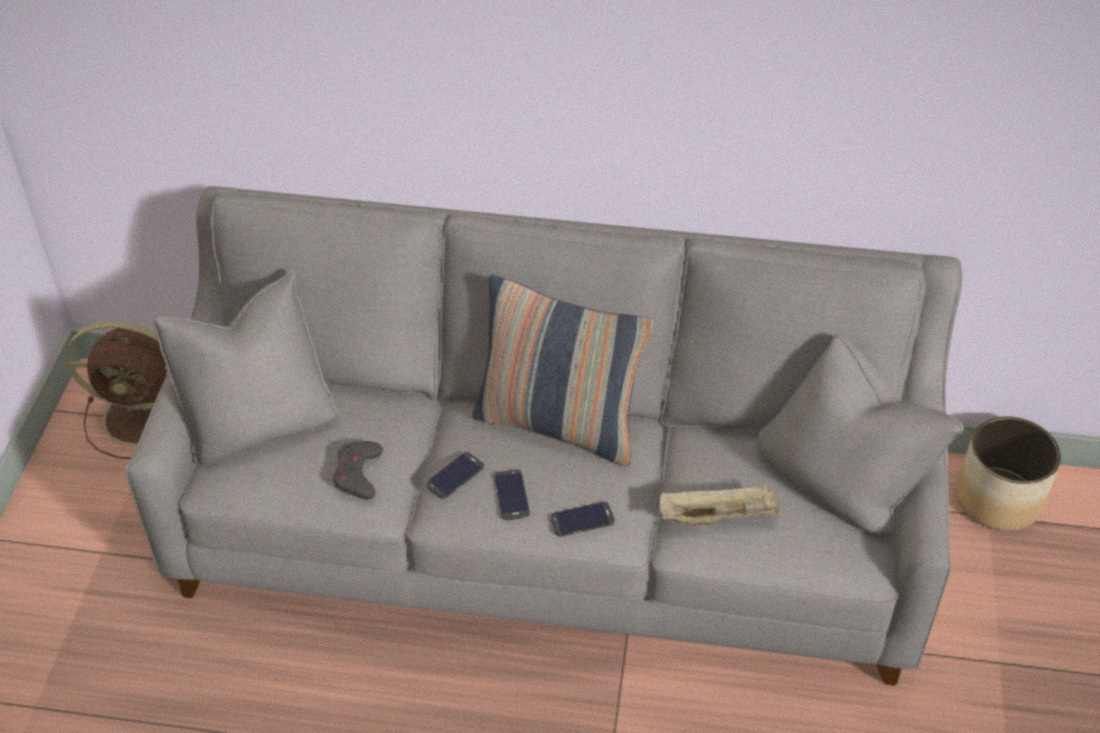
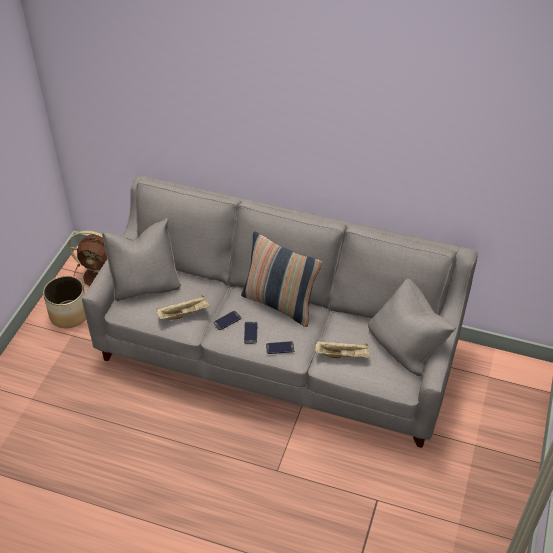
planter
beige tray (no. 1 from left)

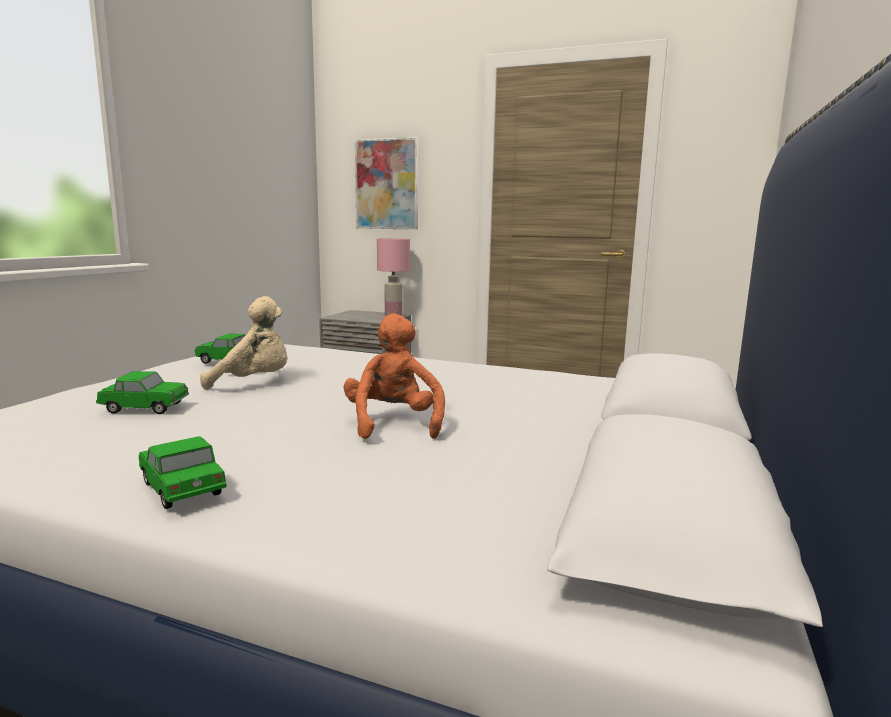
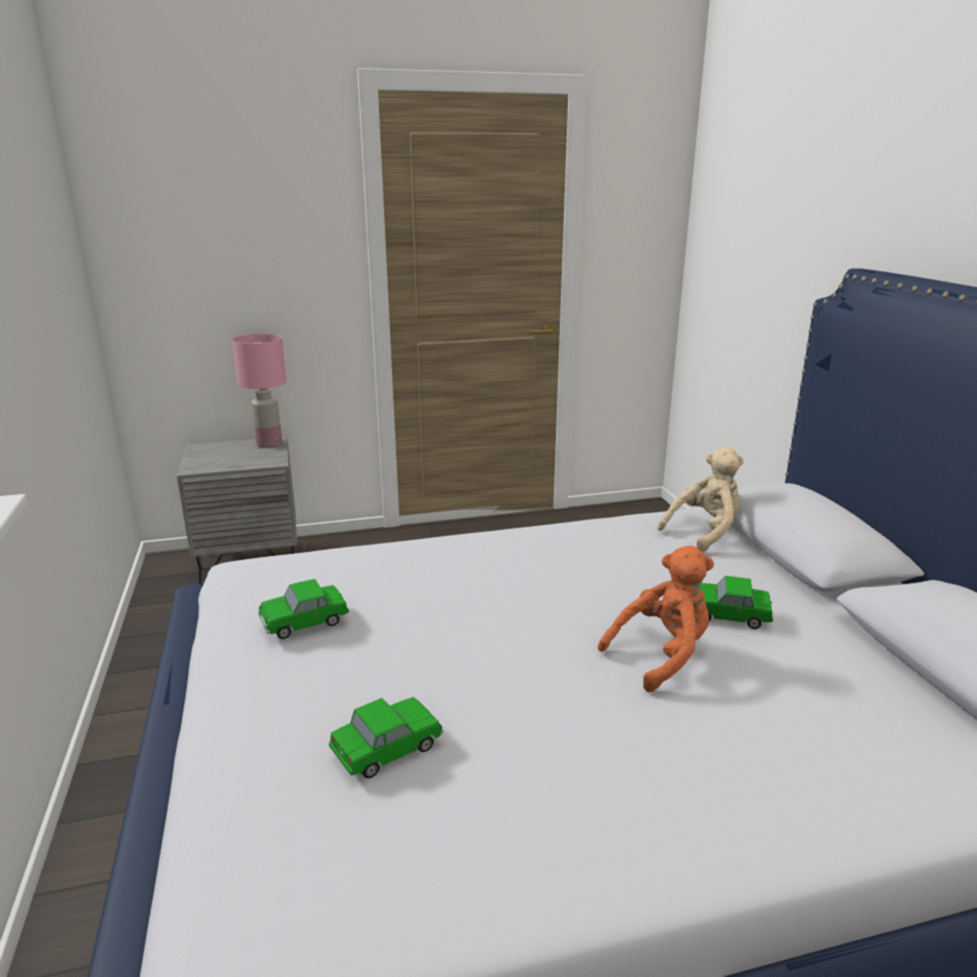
picture
toy car (no. 3 from left)
beige plush toy
orange plush toy

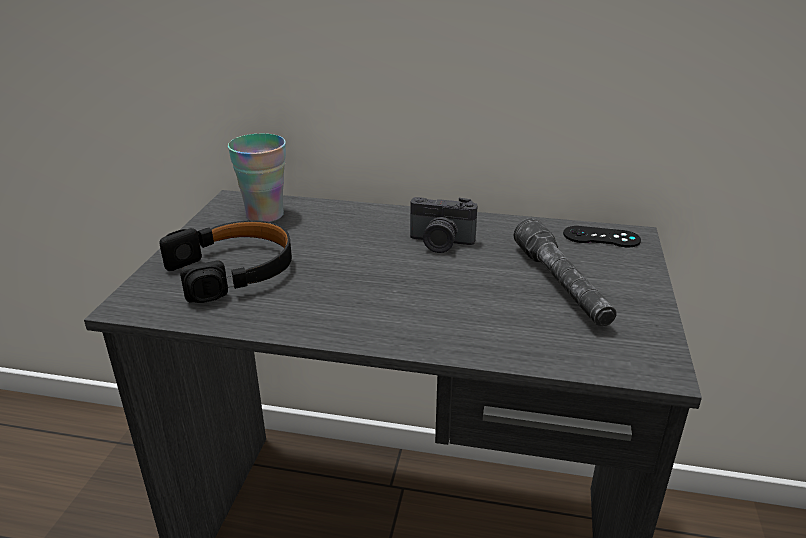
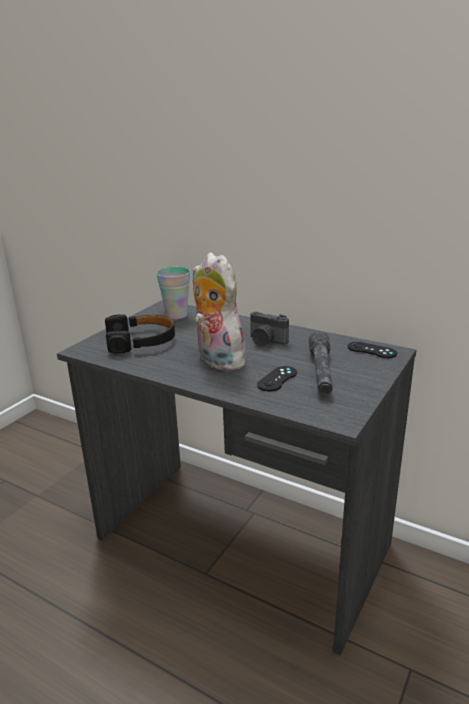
plush toy
black game controller (no. 1 from left)

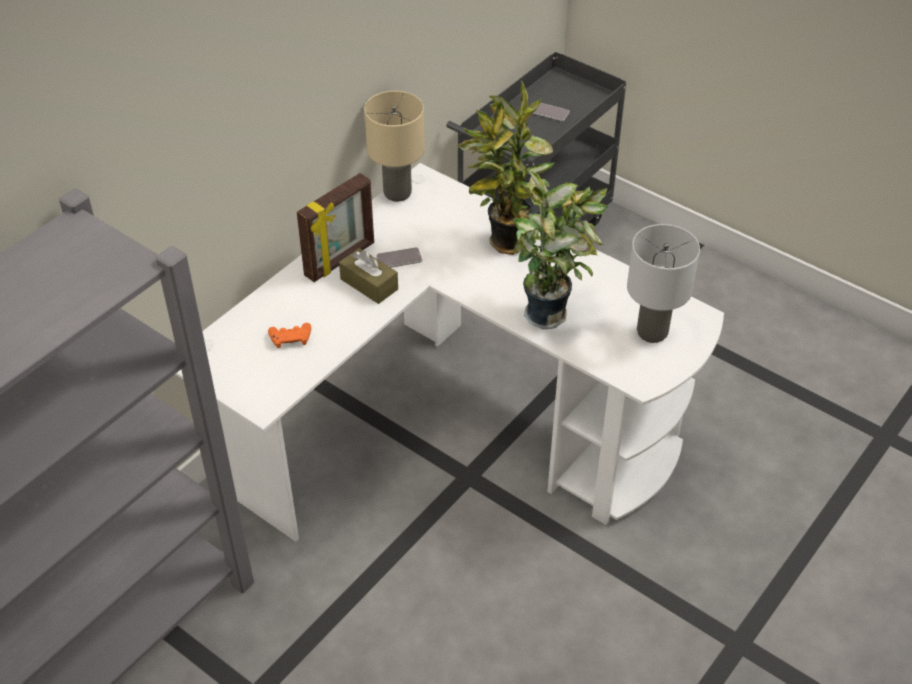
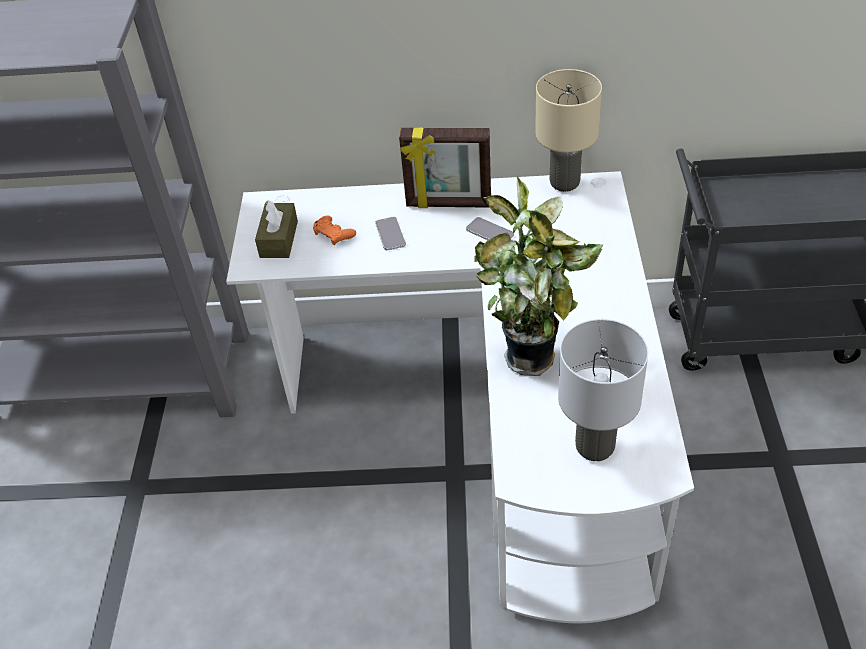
potted plant (no. 1 from left in the first image)
brown tissue box
phone (no. 1 from left)

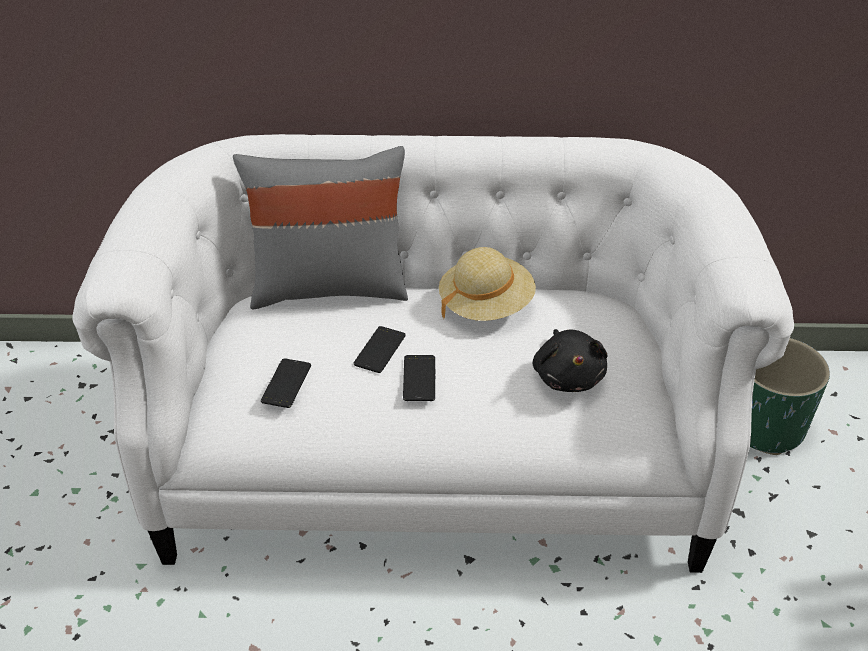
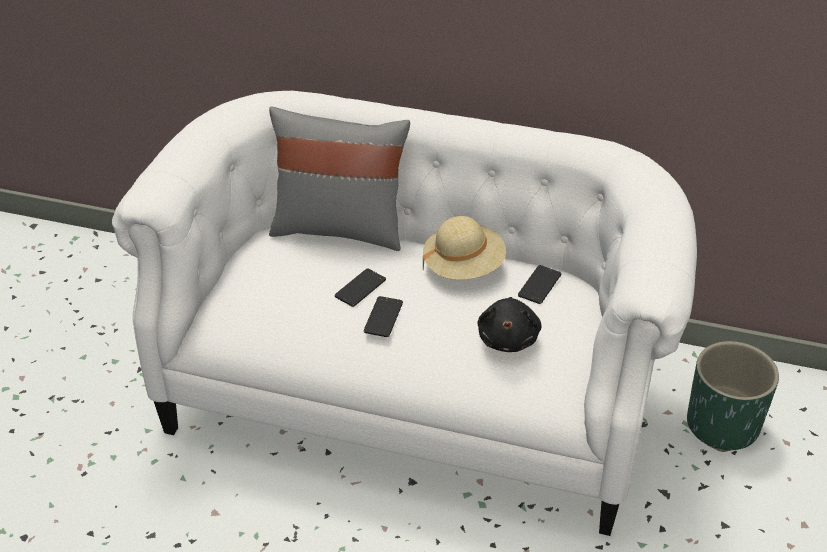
phone (no. 3 from left)

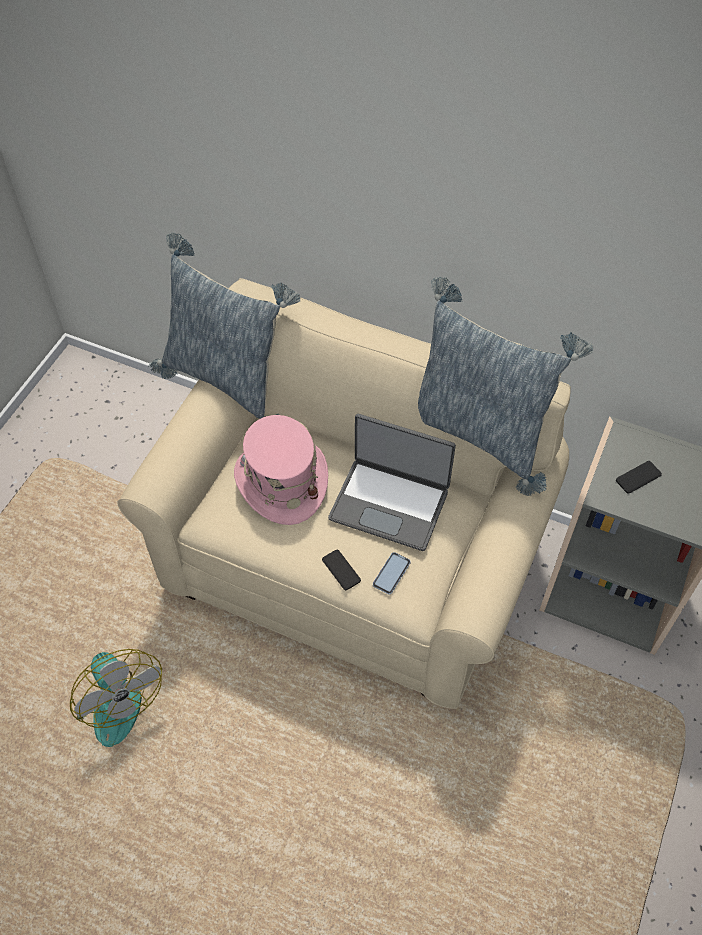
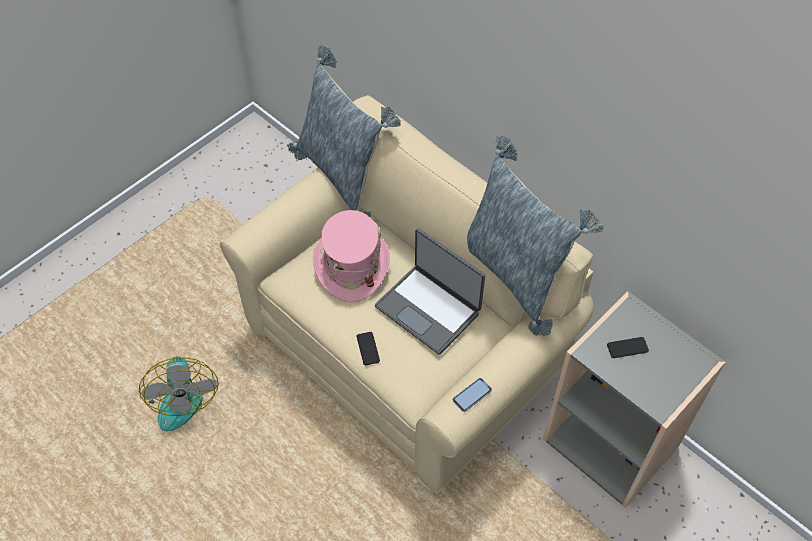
phone (no. 2 from left)

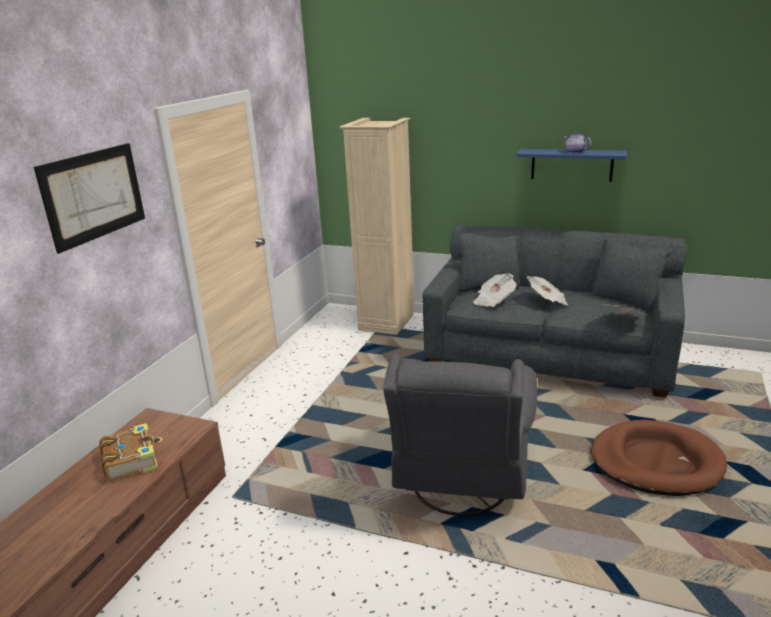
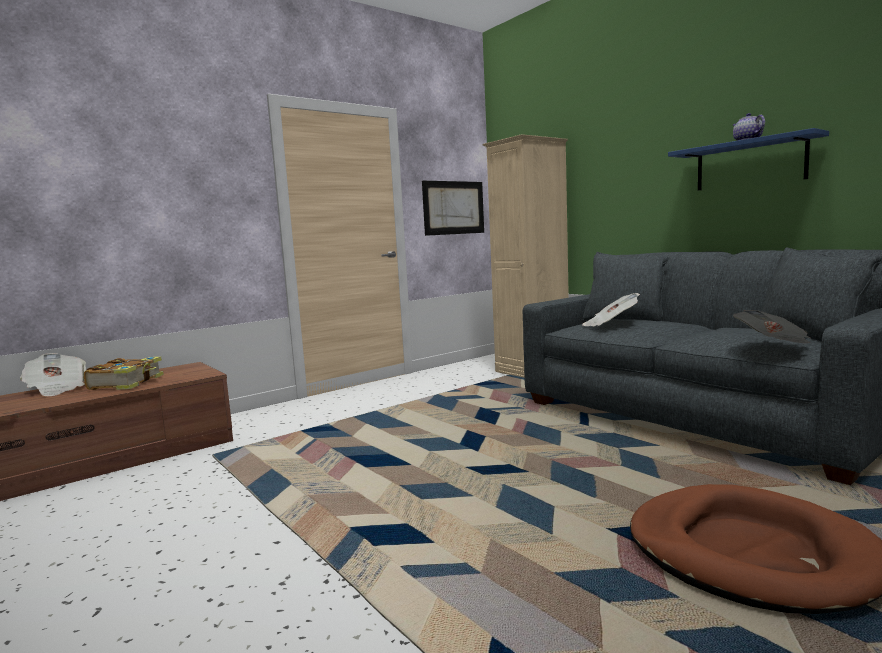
grey armchair
picture
newspaper (no. 1 from left)

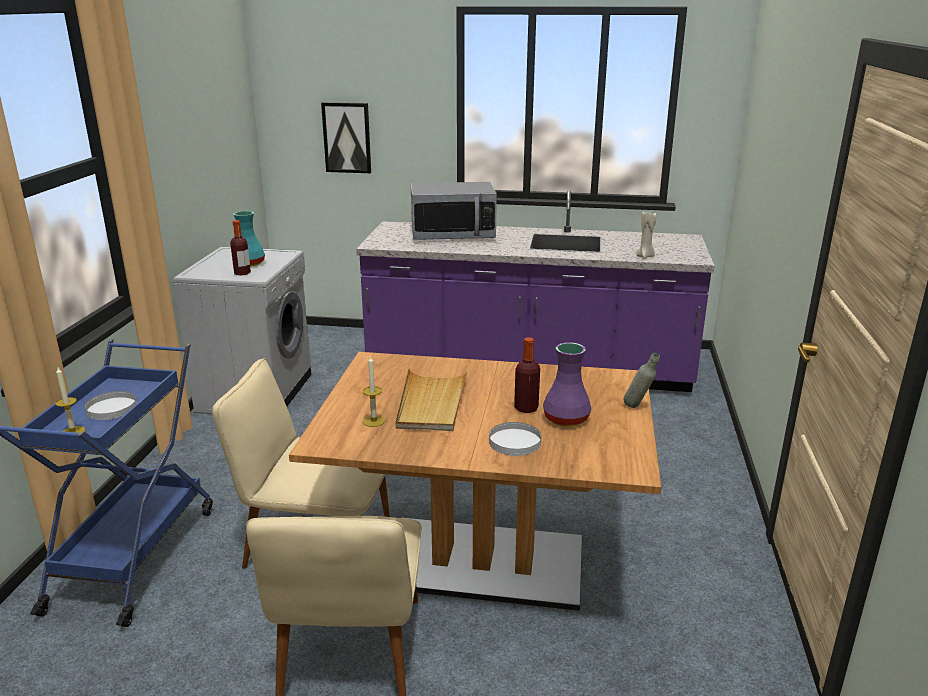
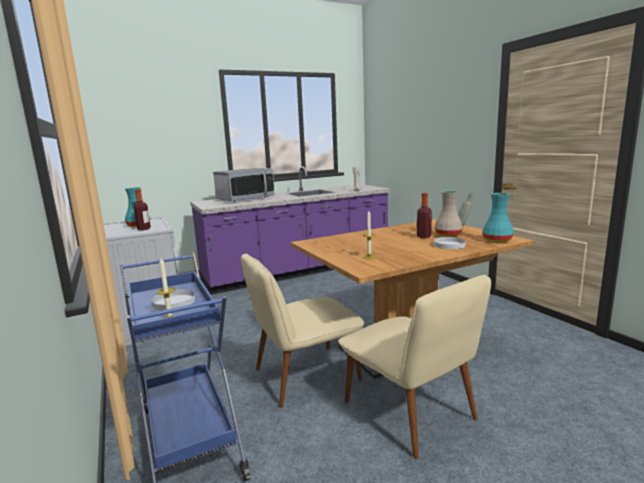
picture
beige tray
turquoise vase (no. 2 from left)
beige vase

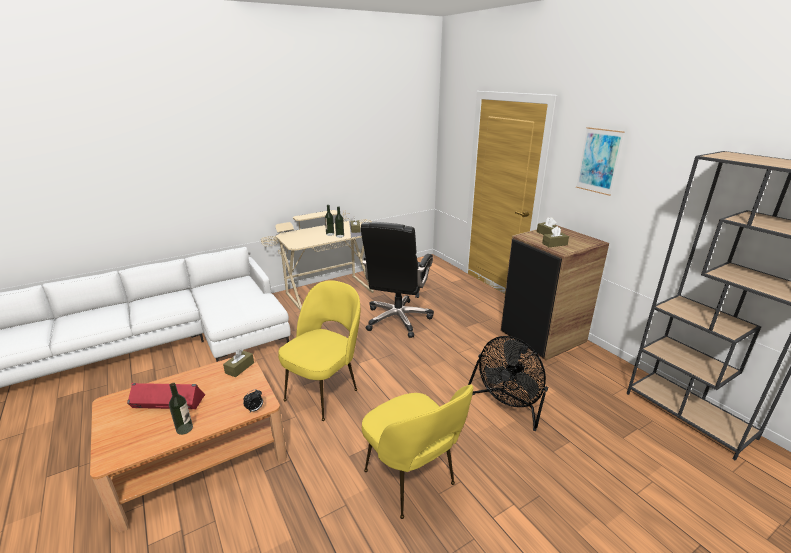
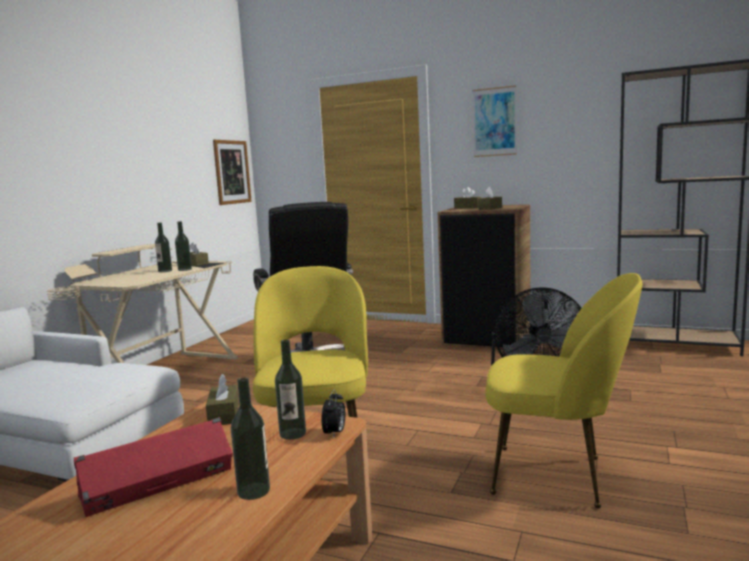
picture (no. 1 from left)
bottle (no. 4 from left)

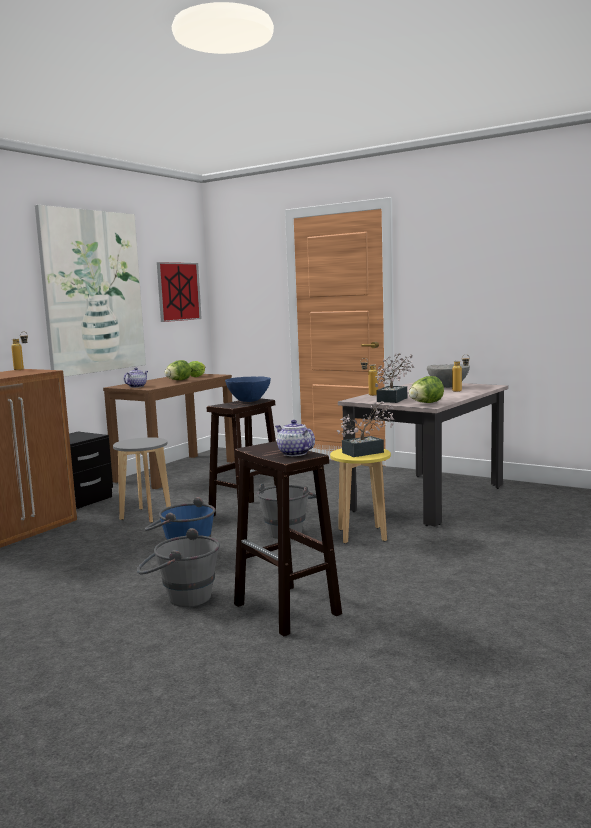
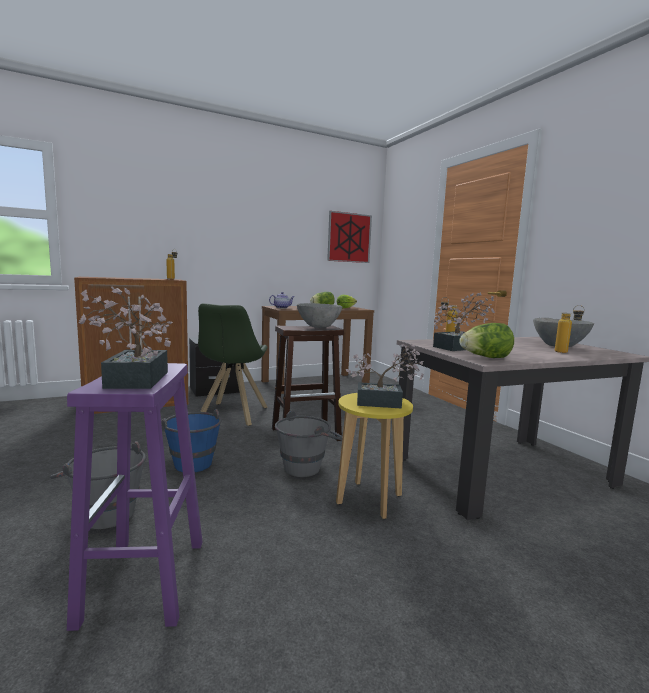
picture (no. 1 from left in the first image)
green chair
potted plant (no. 1 from left)
grey bowl (no. 1 from left)
purple stool

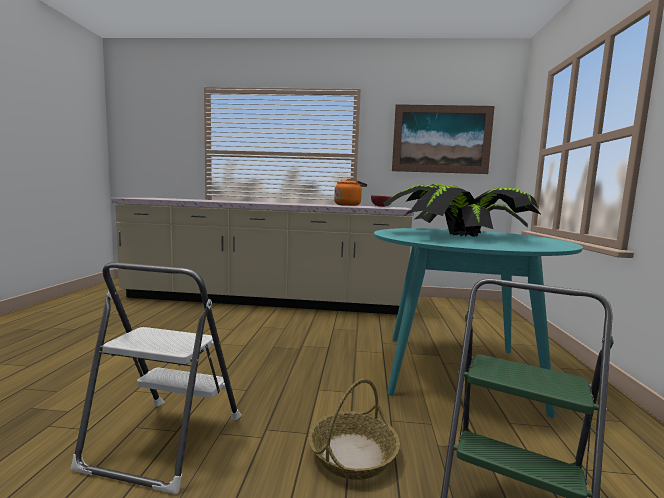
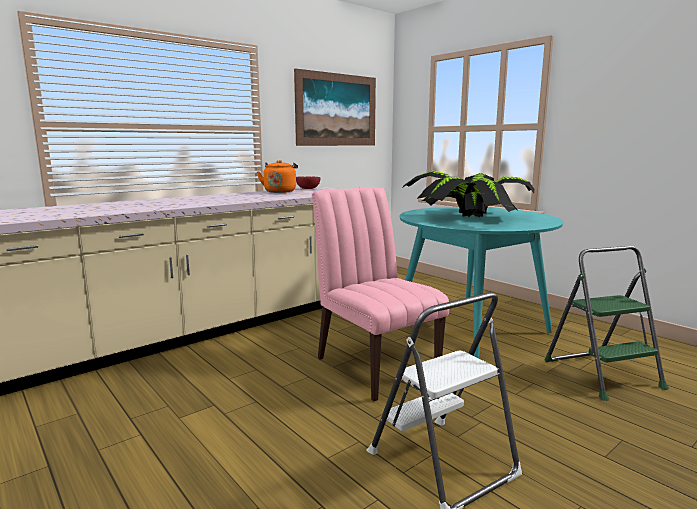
basket
pink chair

